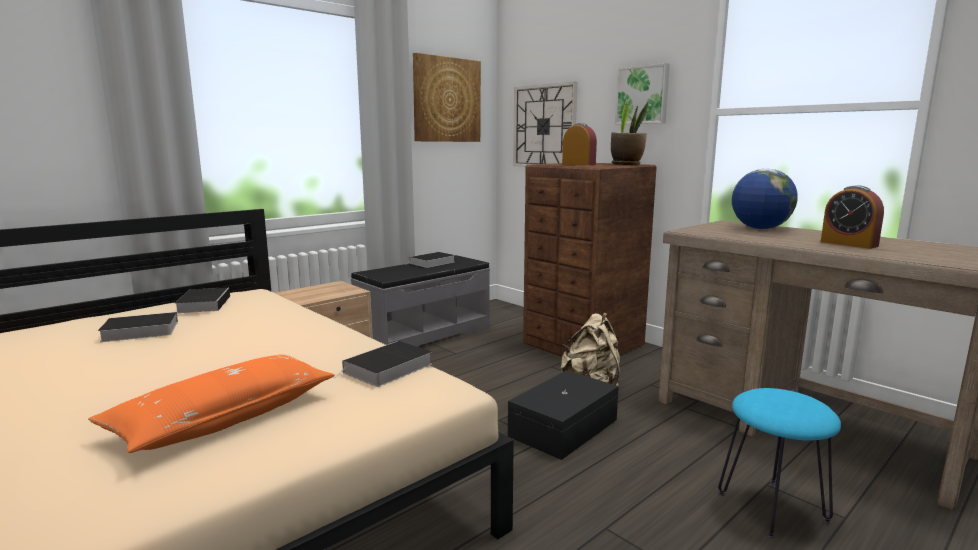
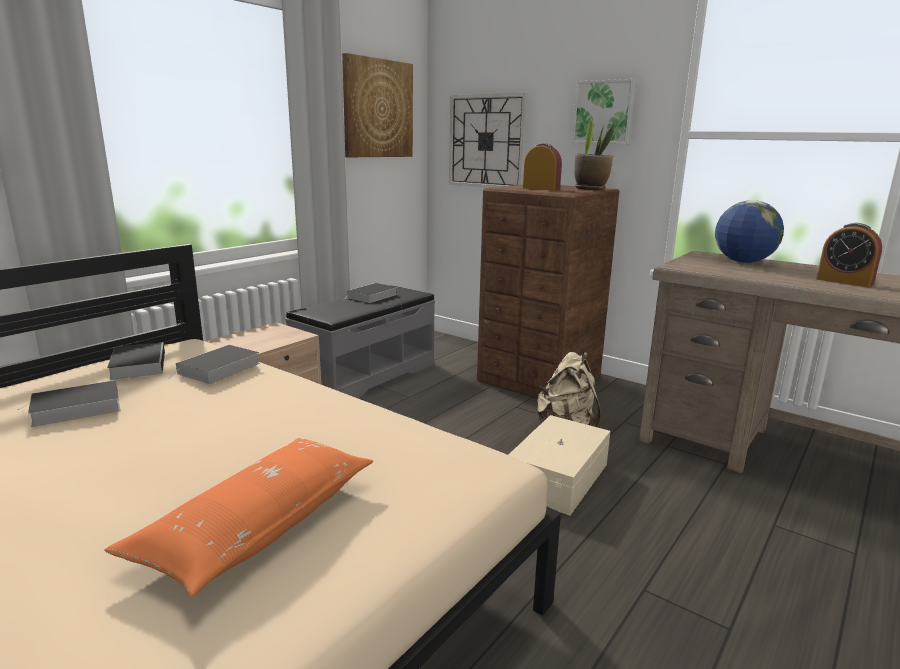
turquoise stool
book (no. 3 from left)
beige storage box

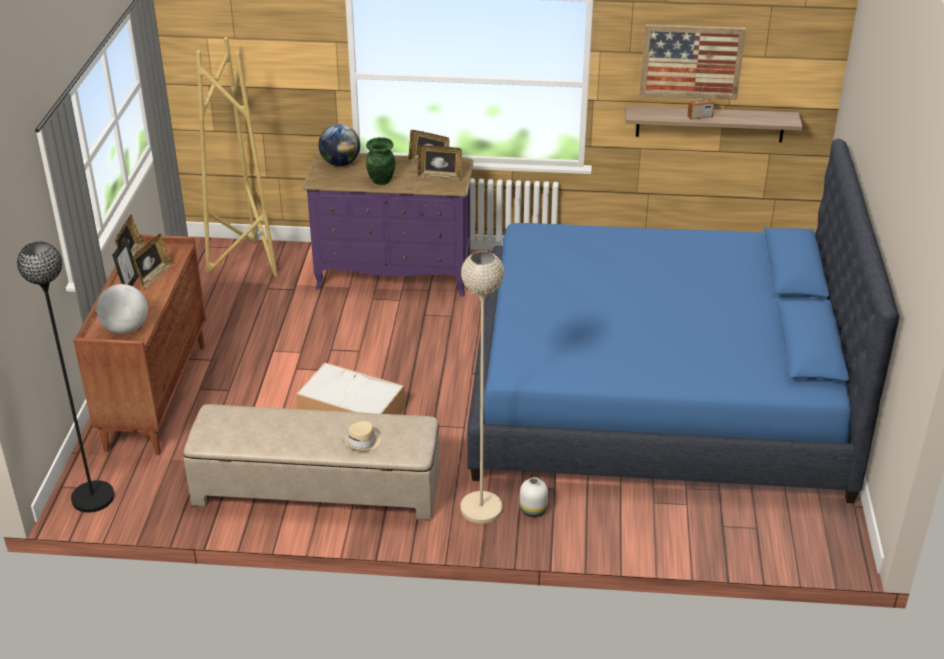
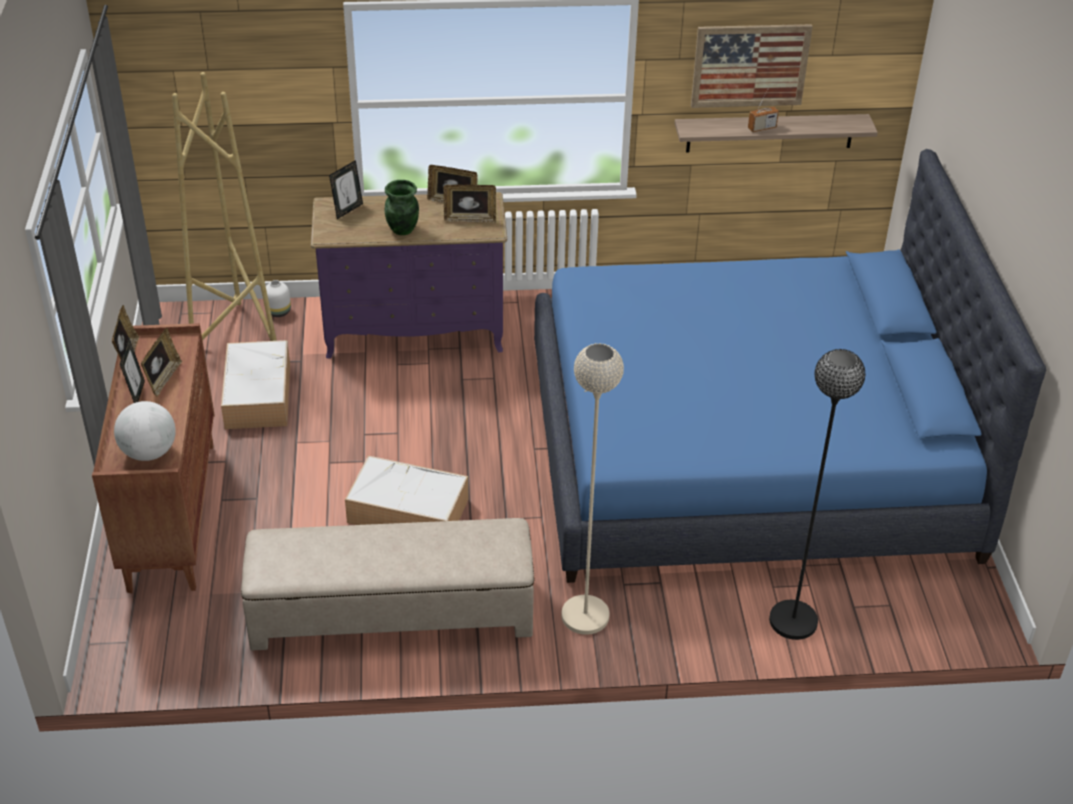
beige hat
storage box (no. 1 from left)
black floor lamp
white vase
picture frame (no. 4 from left)

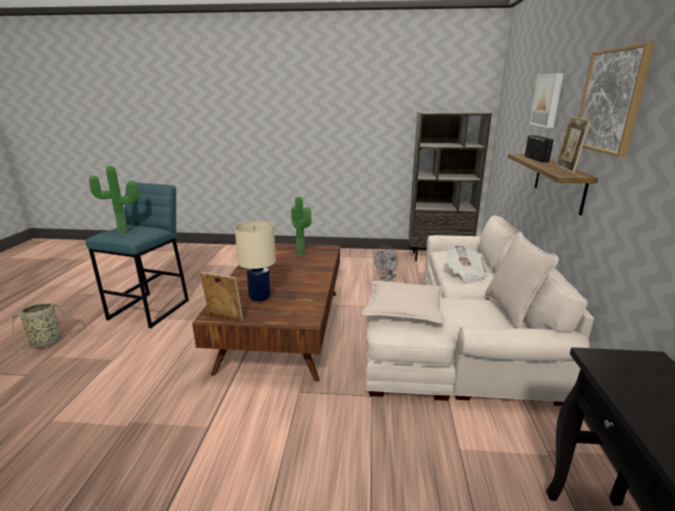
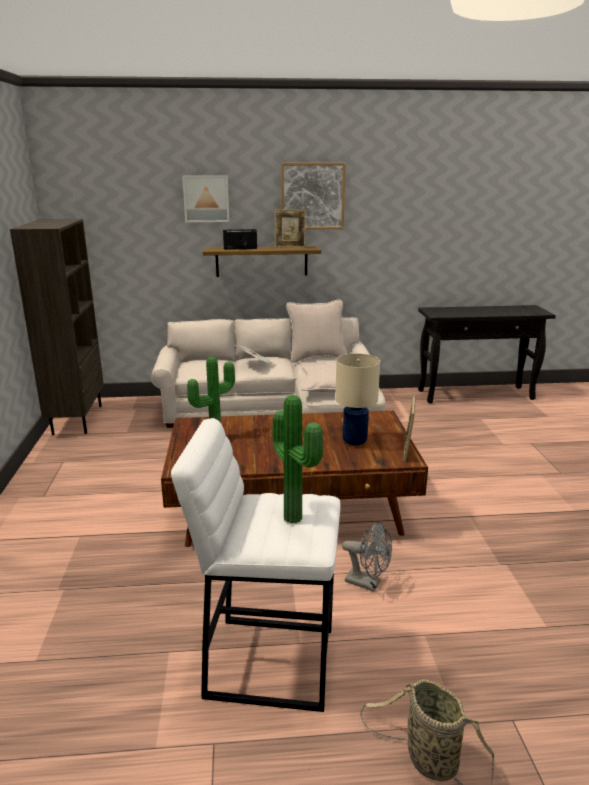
grey fan
white stool

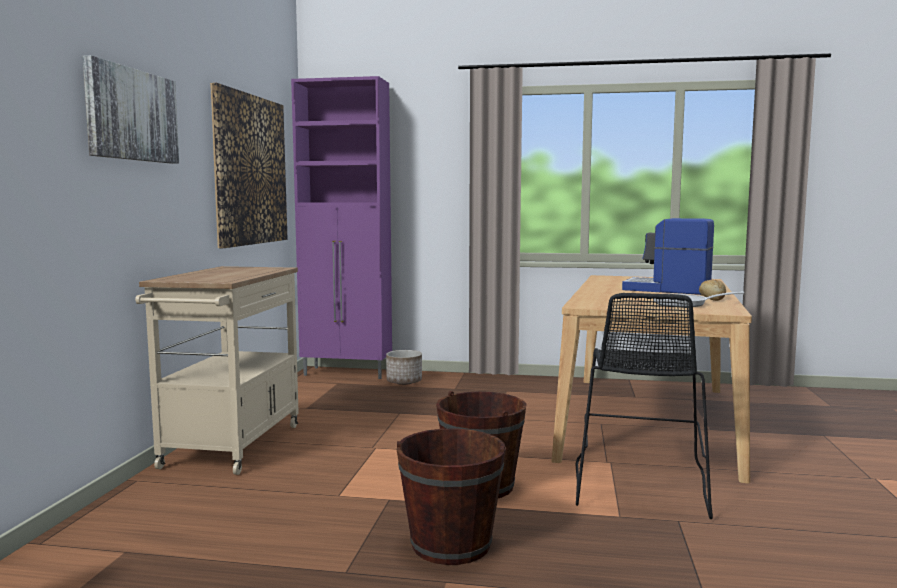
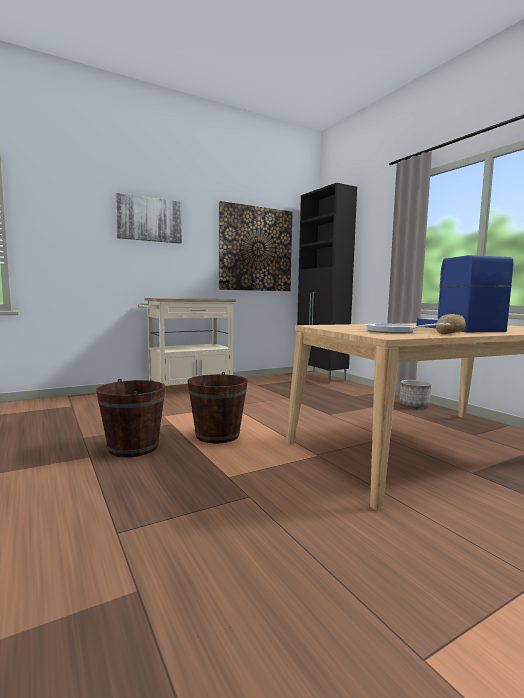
black stool
planter
black cabinet

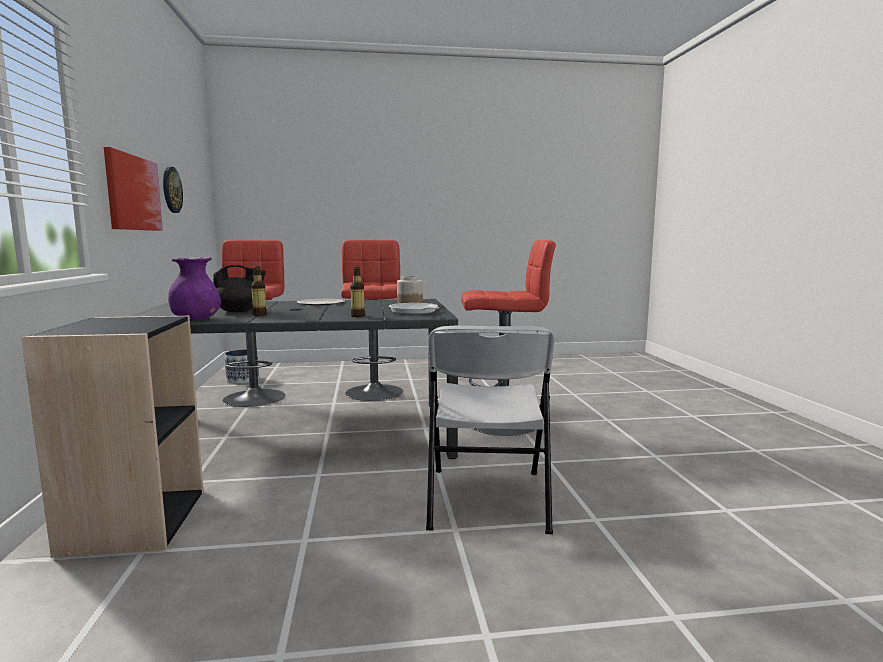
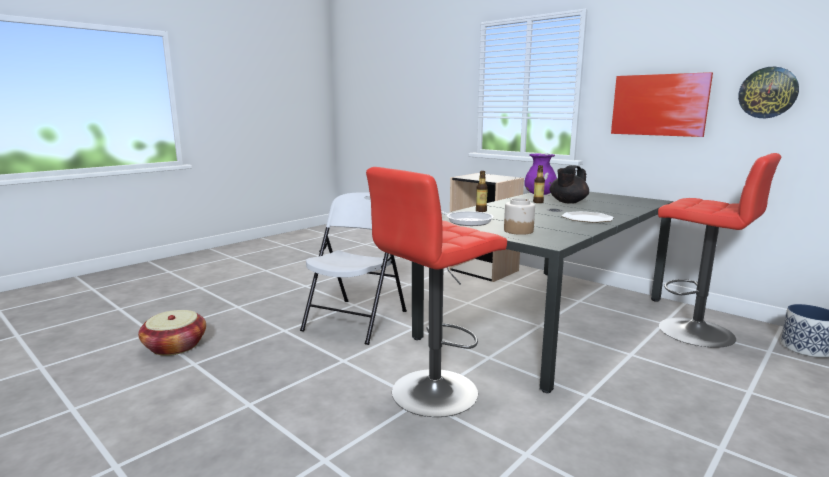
red stool (no. 2 from left in the first image)
basket
white chair

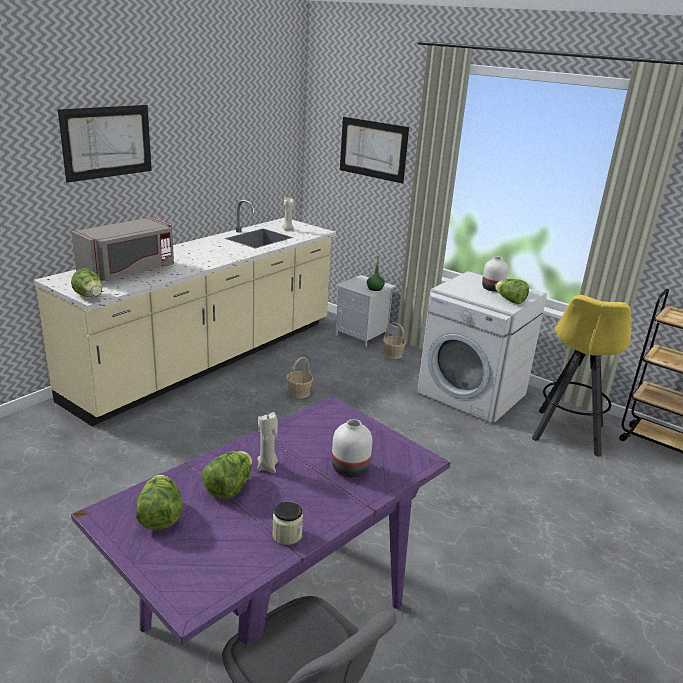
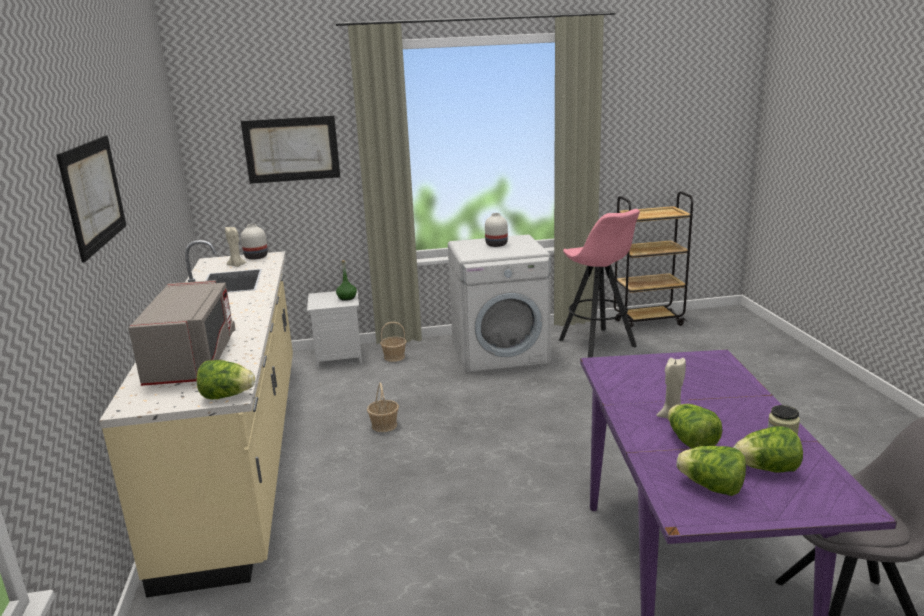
white vase (no. 1 from left)
lettuce (no. 4 from left)
pink stool

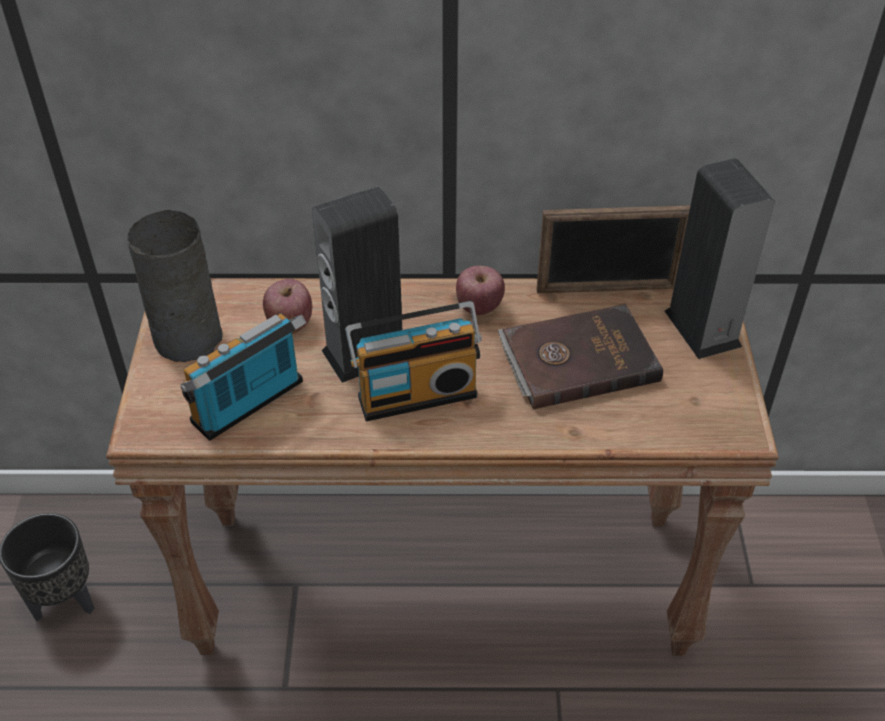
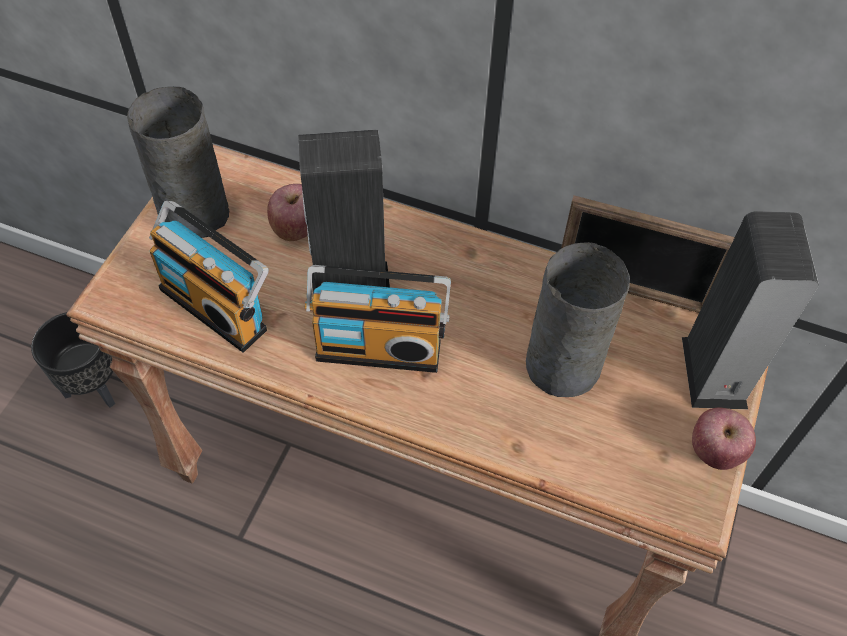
apple (no. 2 from left)
grey vase (no. 2 from left)
radio (no. 1 from left)

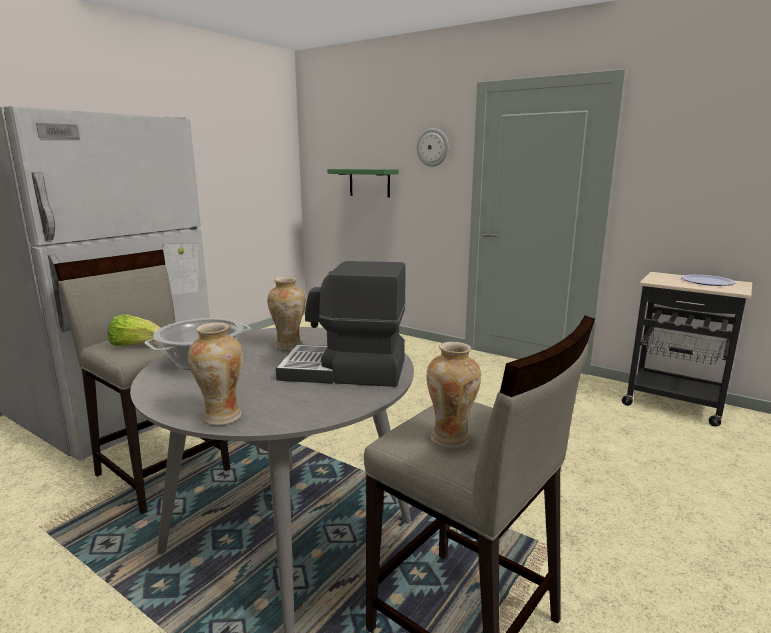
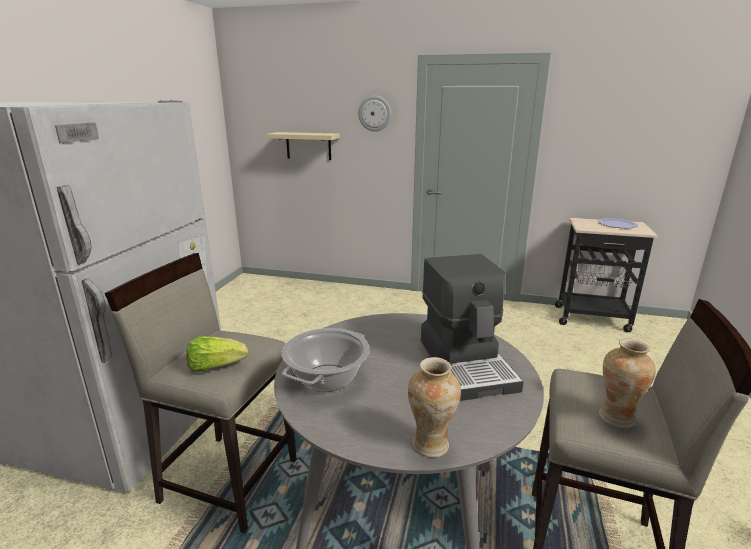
vase (no. 2 from left in the first image)
beige shelf
coffee machine

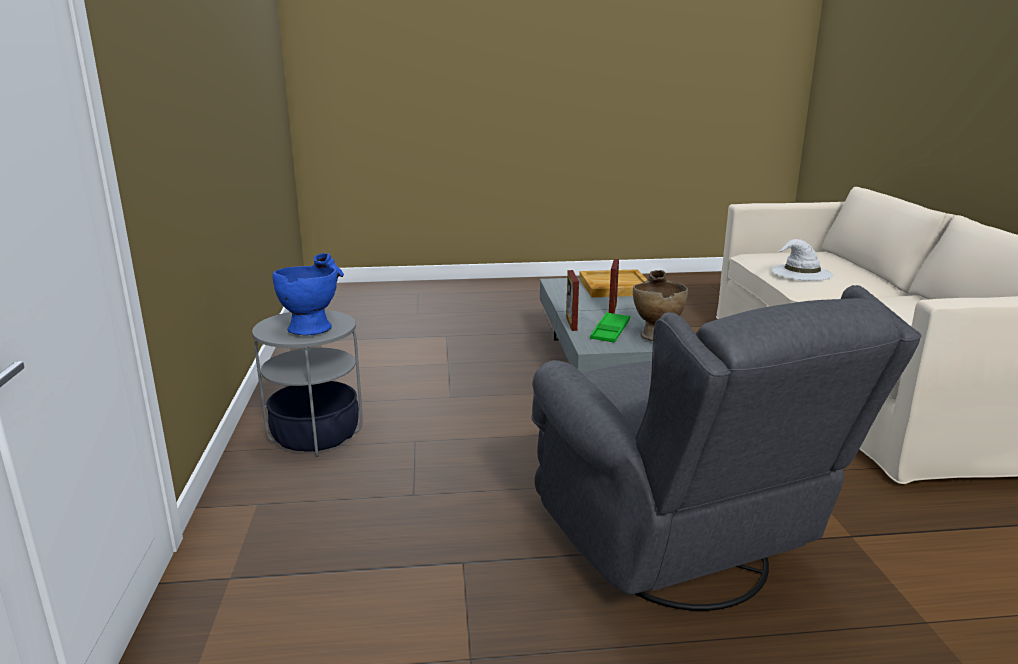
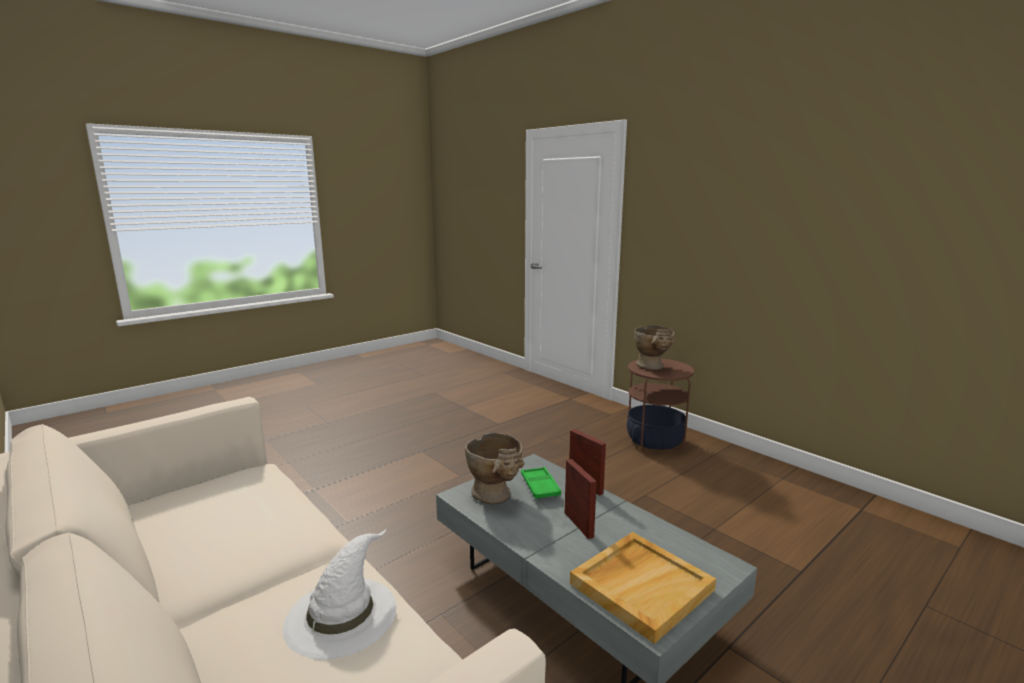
grey armchair
brown side table
beige vase (no. 2 from left)

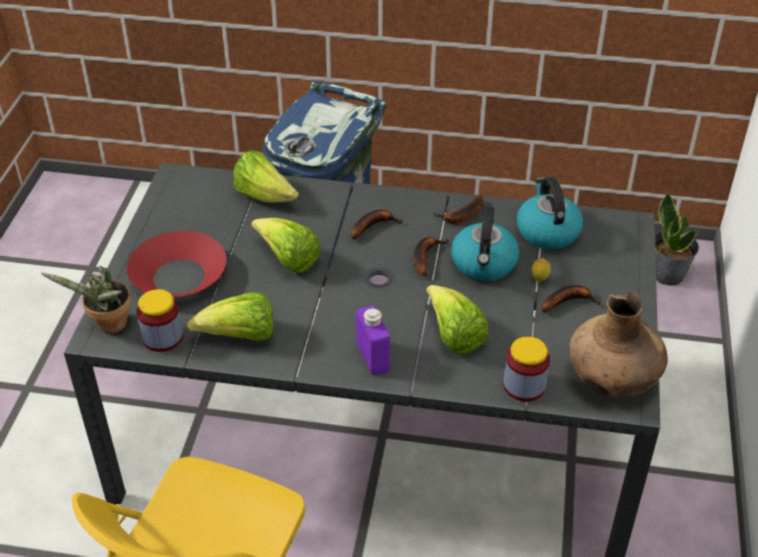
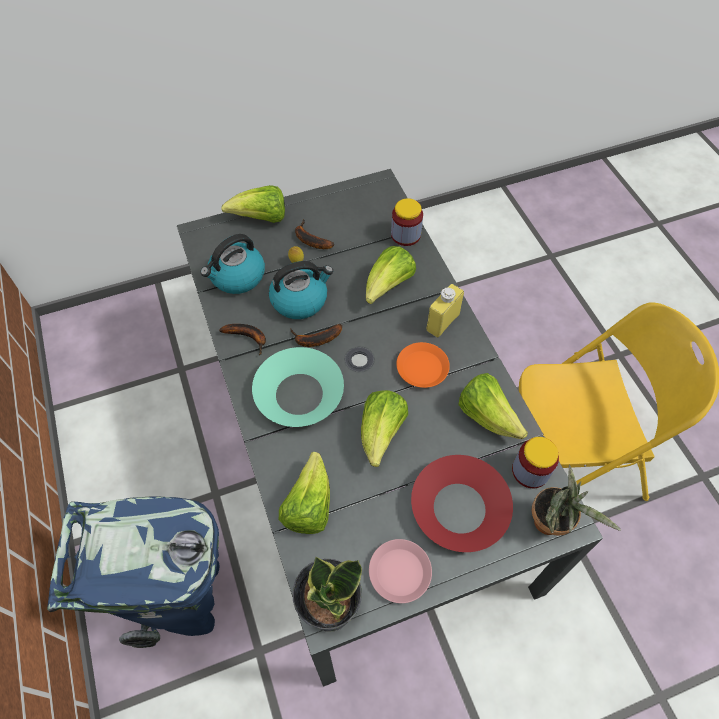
brown vase
lettuce (no. 1 from left)
pink plate
orange plate
potted plant (no. 1 from left)
turquoise bowl
yellow bottle

